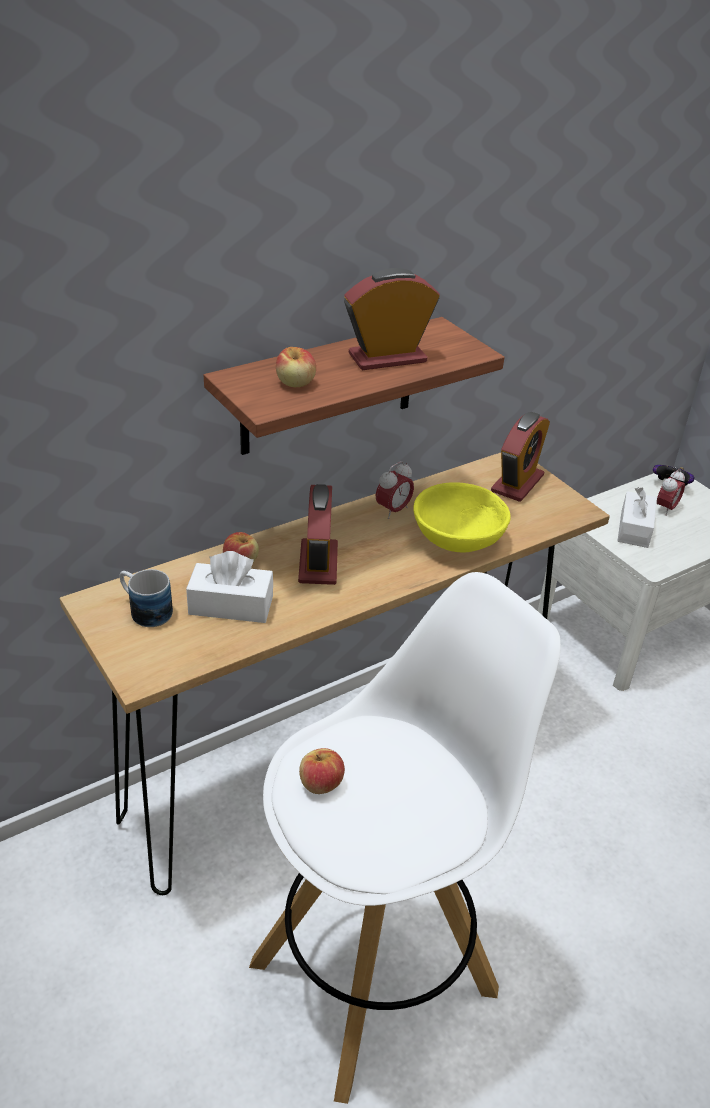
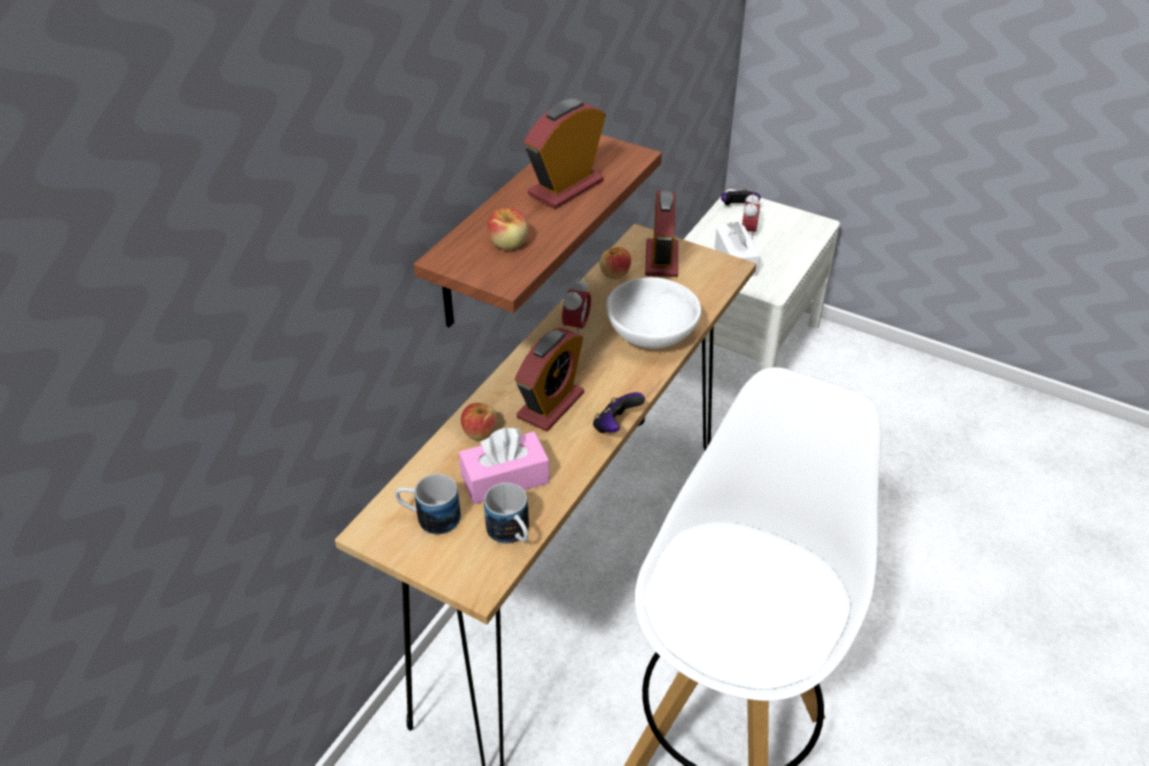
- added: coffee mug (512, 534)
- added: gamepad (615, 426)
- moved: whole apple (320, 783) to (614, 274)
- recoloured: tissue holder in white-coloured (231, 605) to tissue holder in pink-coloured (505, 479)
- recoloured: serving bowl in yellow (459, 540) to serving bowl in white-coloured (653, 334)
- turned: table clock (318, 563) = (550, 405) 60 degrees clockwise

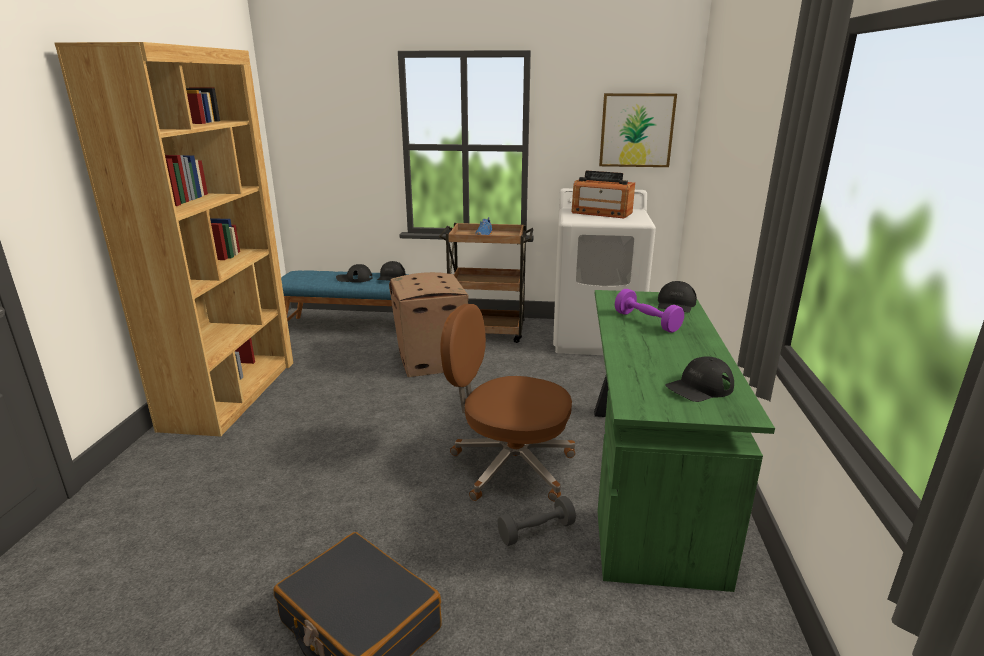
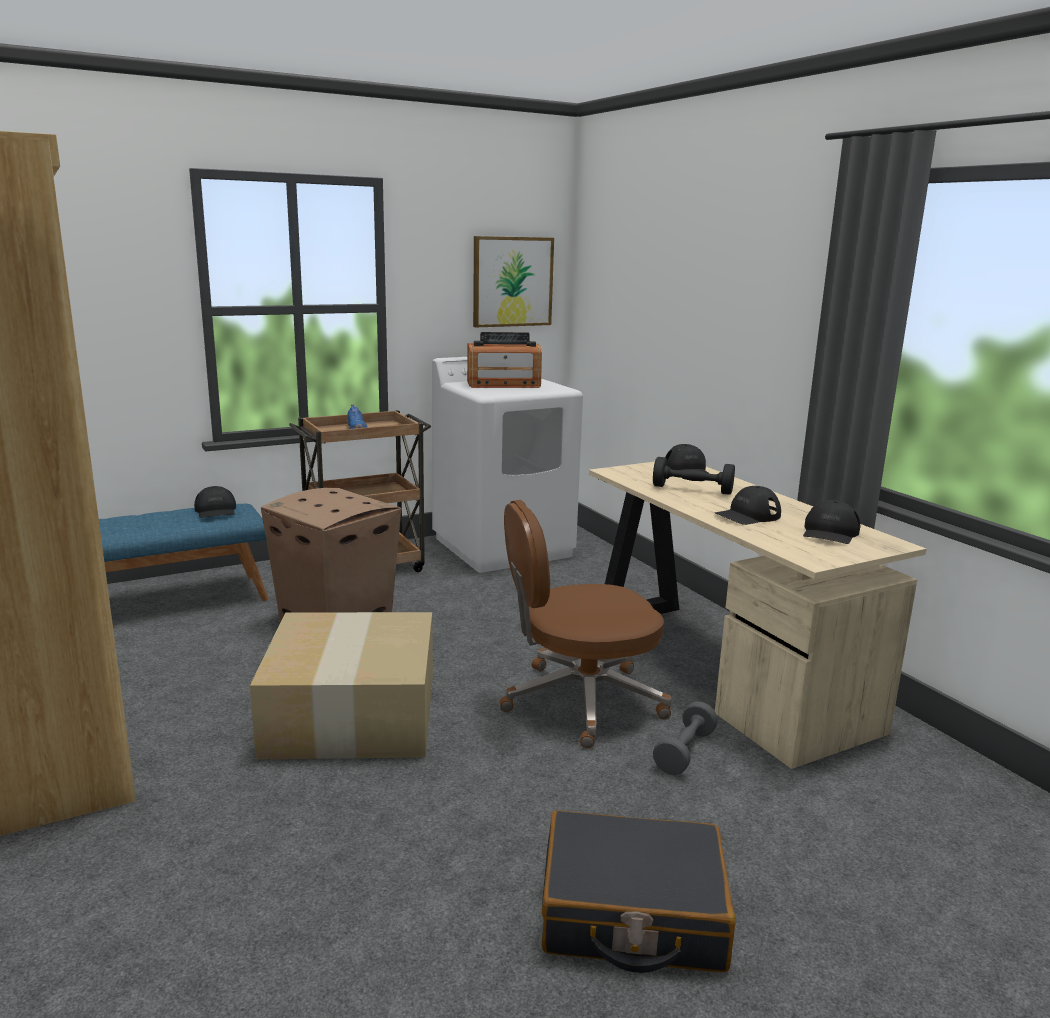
- added: cardboard box (349, 712)
- moved: peaked cap in black-coloured (354, 278) to (747, 515)
- recoloured: desk table in green (647, 478) to desk table in beige (720, 668)
- recoloured: dumbbell in purplish (647, 322) to dumbbell in black-coloured (692, 489)

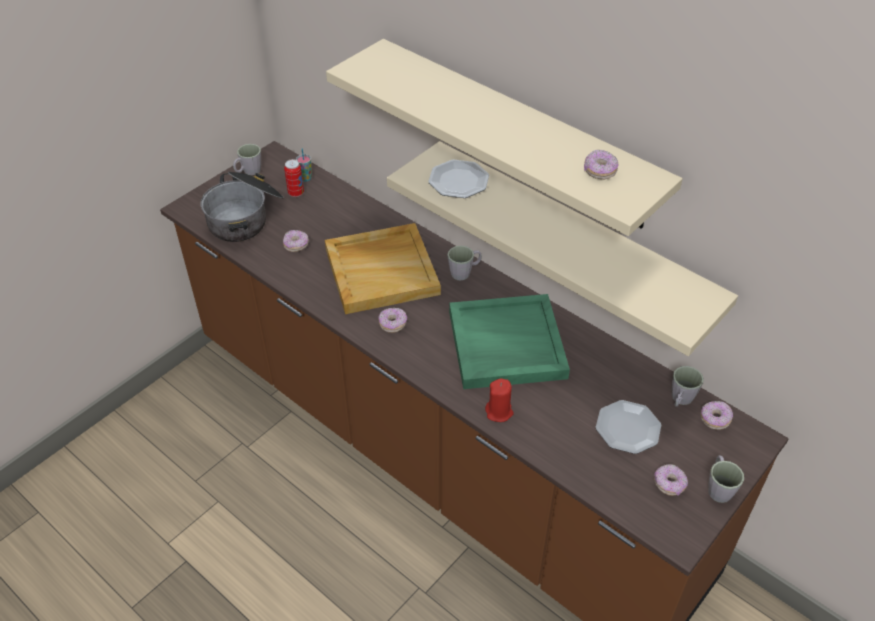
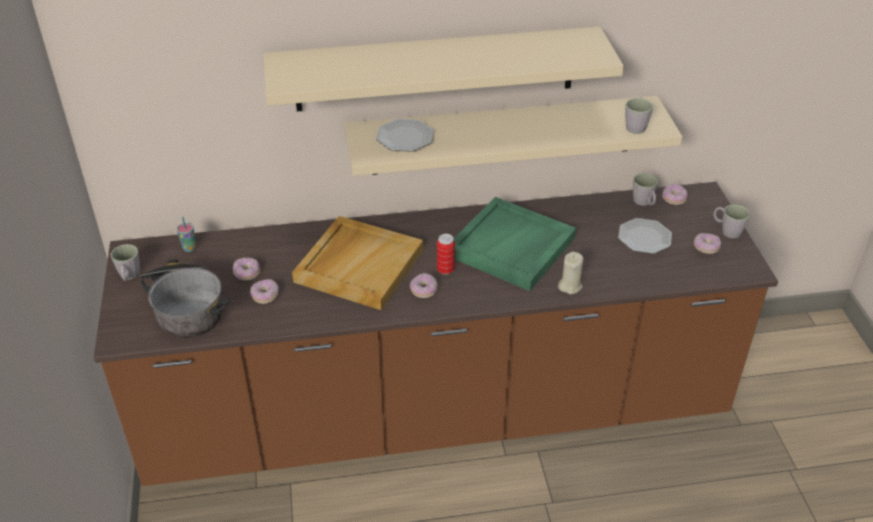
- moved: can (296, 193) to (445, 270)
- moved: coffee mug in gray (464, 272) to (636, 126)
- moved: ring doughnut (599, 171) to (247, 273)
- recoloured: wax candle in red-coloured (499, 412) to wax candle in beige (570, 286)

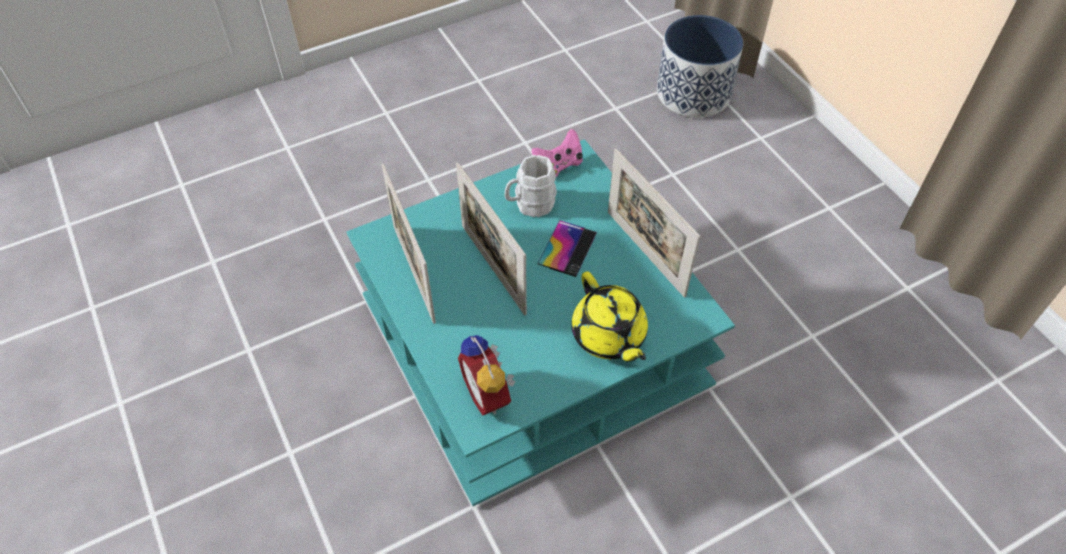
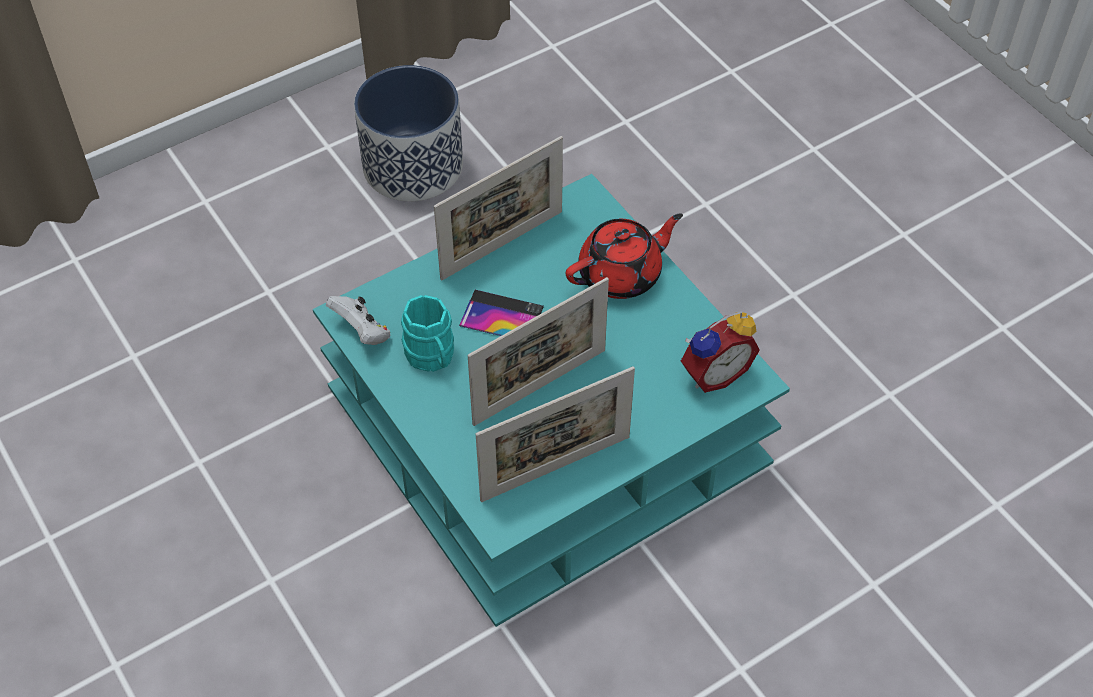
- moved: planter (694, 94) to (413, 166)
- recoloured: coffee mug in white-coloured (530, 204) to coffee mug in blue-green (432, 358)
- recoloured: gamepad in pink-coloured (559, 165) to gamepad in white-coloured (362, 332)
- recoloured: pot for tea in yellow (609, 336) to pot for tea in red-coloured (621, 274)

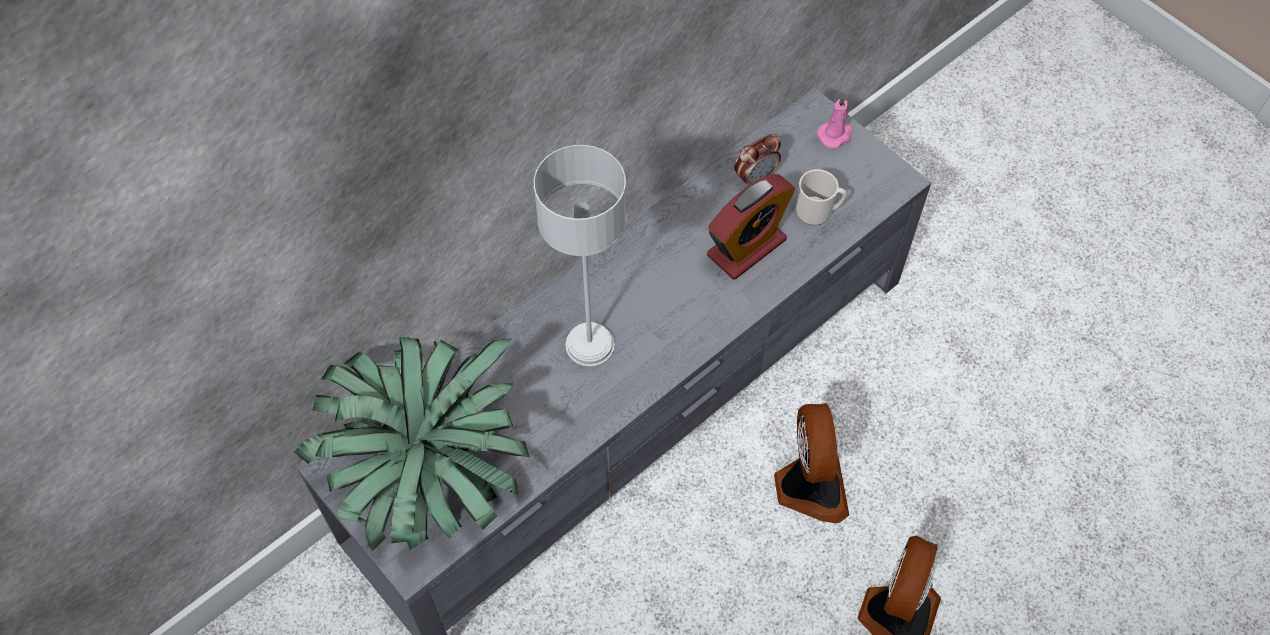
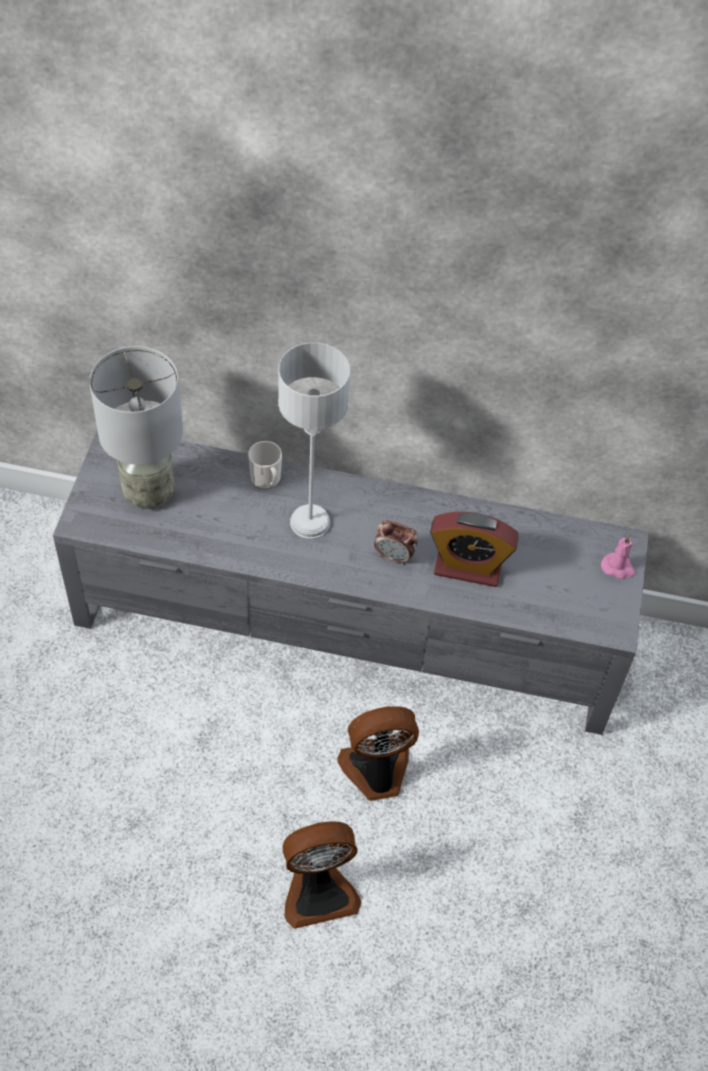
- moved: table clock (755, 177) to (394, 556)
- moved: coffee mug (817, 212) to (267, 480)
- replaced: potted plant (430, 471) to lamp for a table in gray (148, 493)
- turned: electric fan (809, 486) = (376, 772) 150 degrees counterclockwise

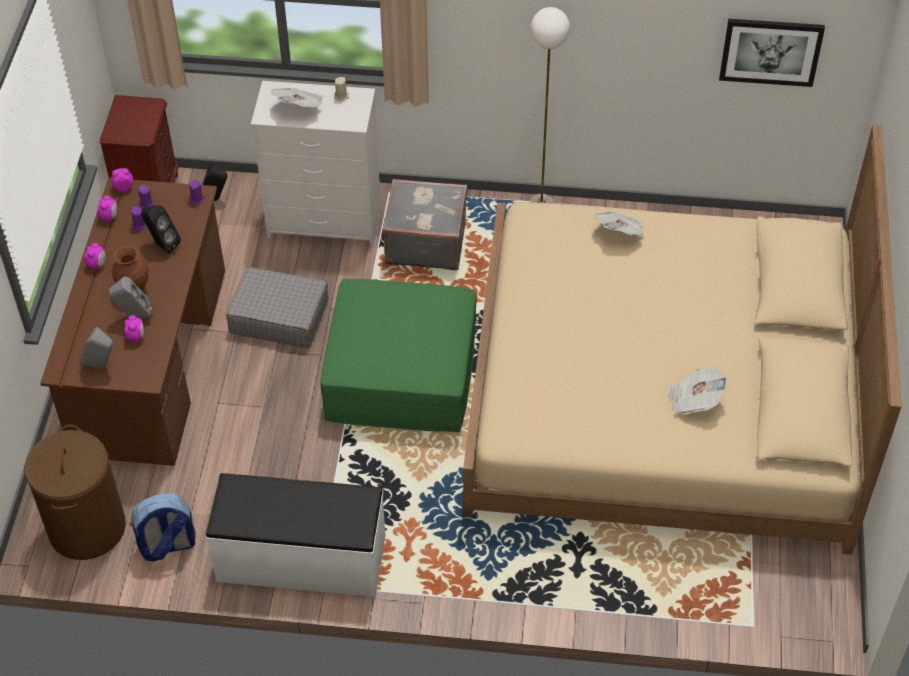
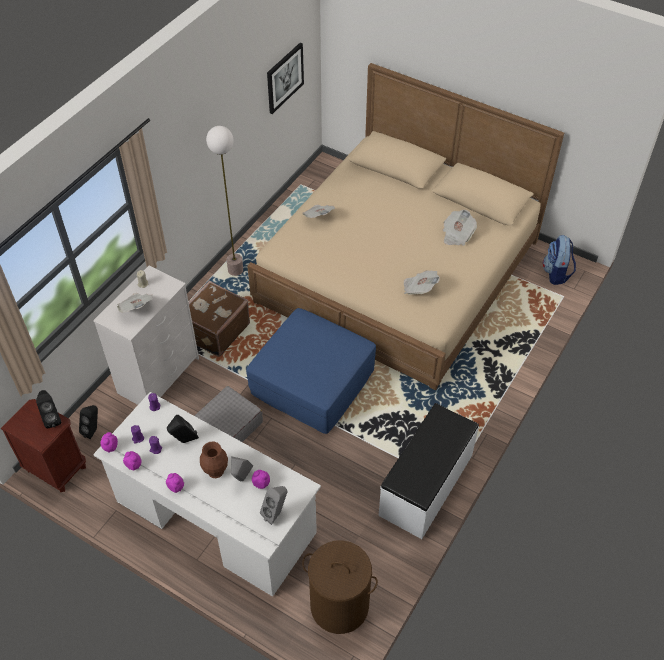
- added: audio speaker in black-coloured (52, 418)
- added: printed paper (419, 288)
- moved: knapsack (167, 546) to (556, 273)
- recoloured: desk table in brown-coloured (151, 361) to desk table in white-coloured (215, 518)
- recoloured: footrest in green (402, 374) to footrest in bluish (312, 381)
- recoloured: travel case in gray (425, 242) to travel case in brown-coloured (214, 331)

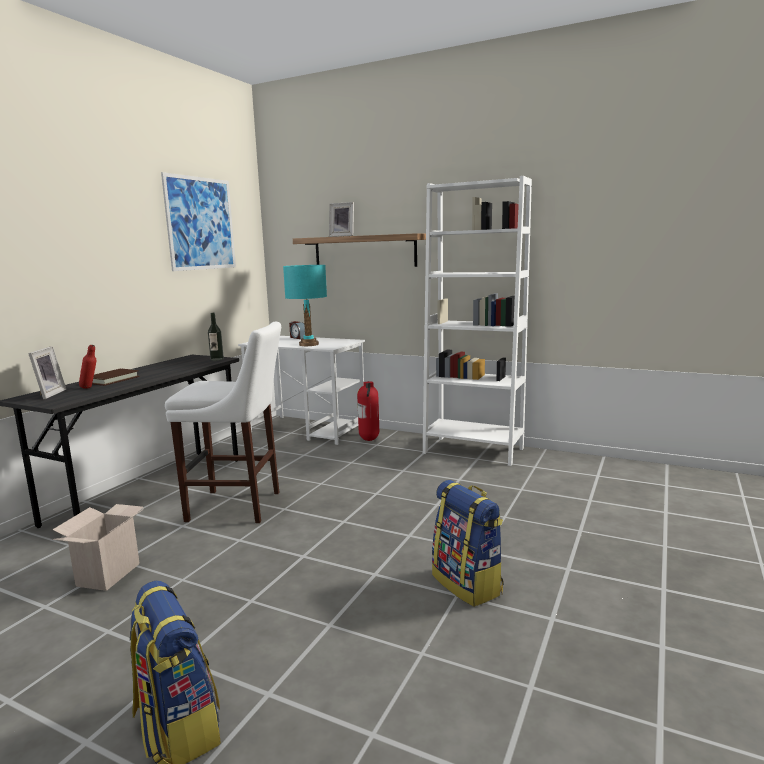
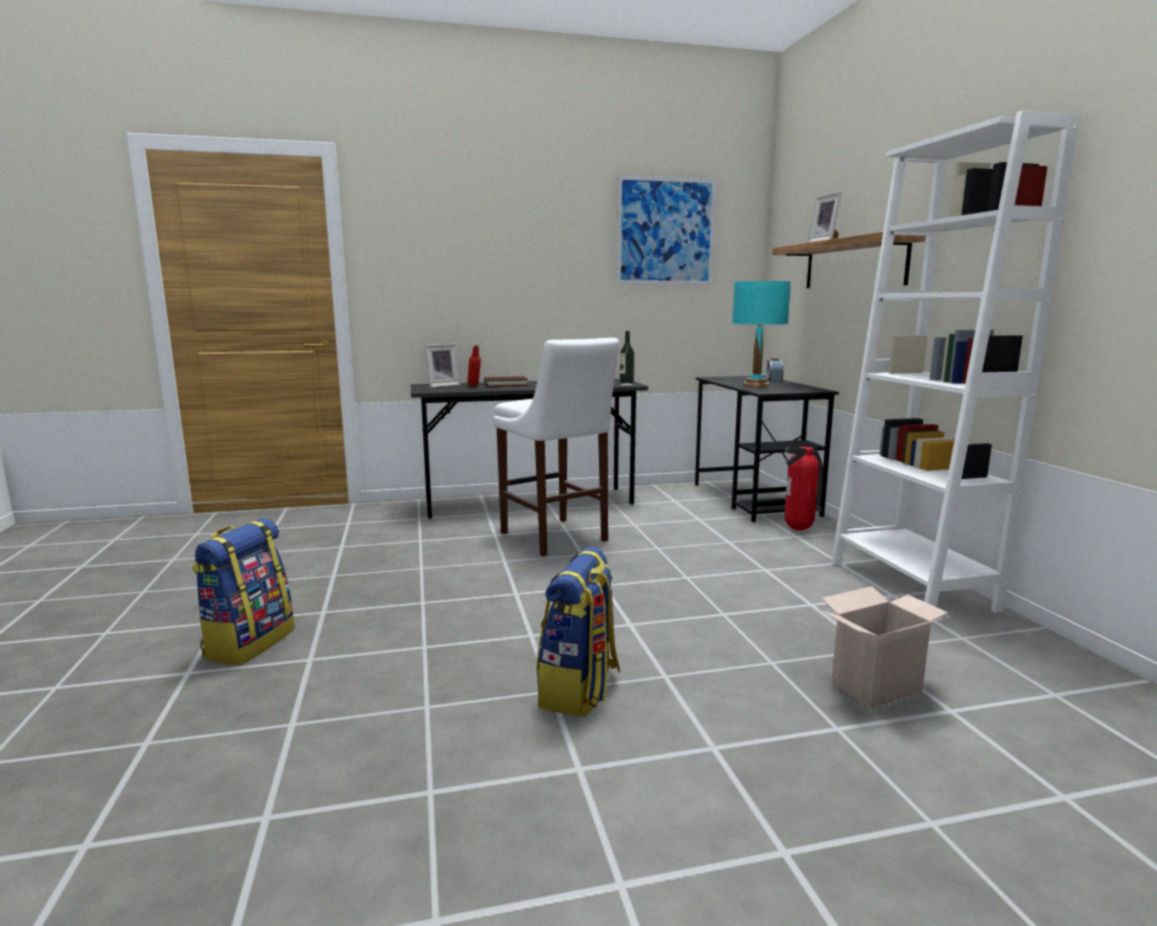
- moved: cardboard box (108, 573) to (876, 686)
- recoloured: desk table in white-coloured (308, 430) to desk table in black-coloured (755, 499)

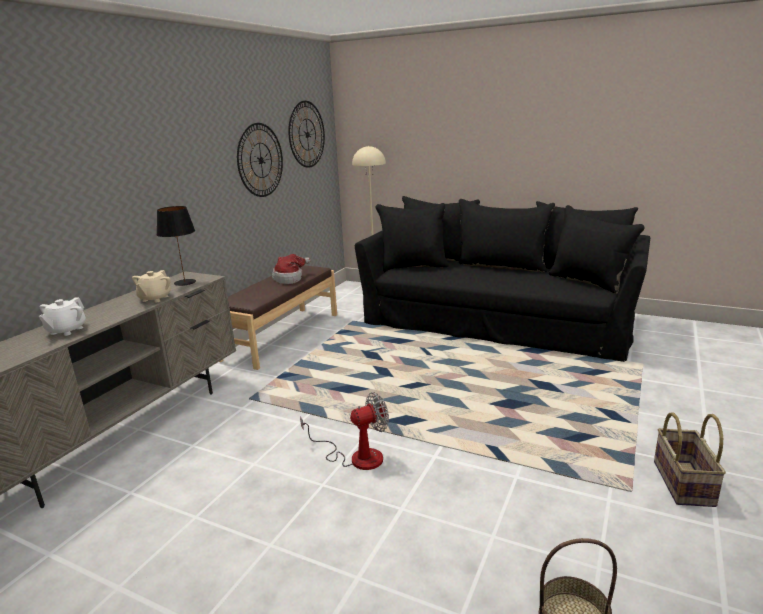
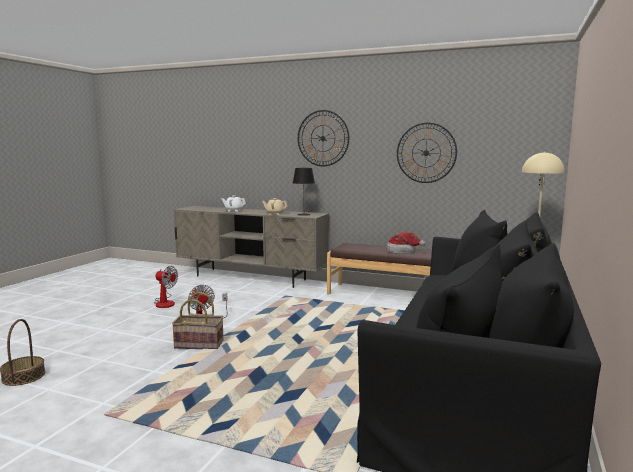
- added: electric fan (165, 302)
- moved: wall clock (307, 134) to (323, 138)
- moved: basket (681, 483) to (199, 344)

